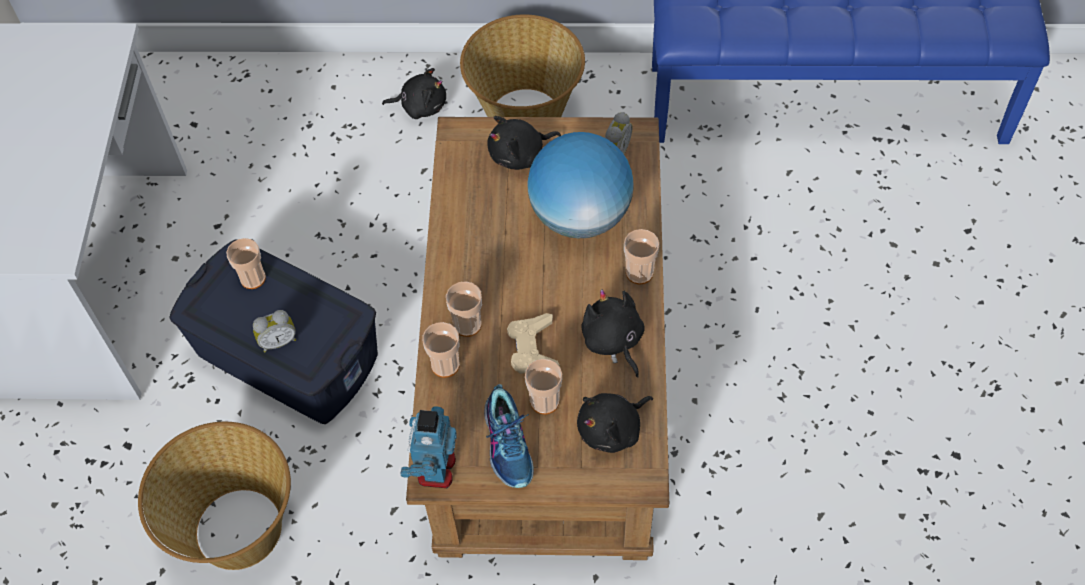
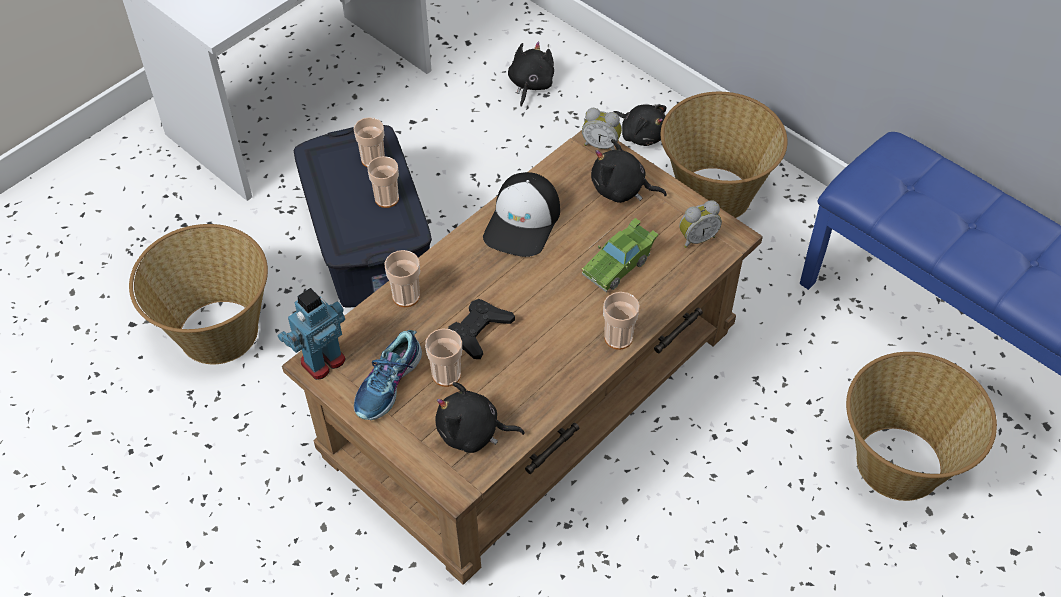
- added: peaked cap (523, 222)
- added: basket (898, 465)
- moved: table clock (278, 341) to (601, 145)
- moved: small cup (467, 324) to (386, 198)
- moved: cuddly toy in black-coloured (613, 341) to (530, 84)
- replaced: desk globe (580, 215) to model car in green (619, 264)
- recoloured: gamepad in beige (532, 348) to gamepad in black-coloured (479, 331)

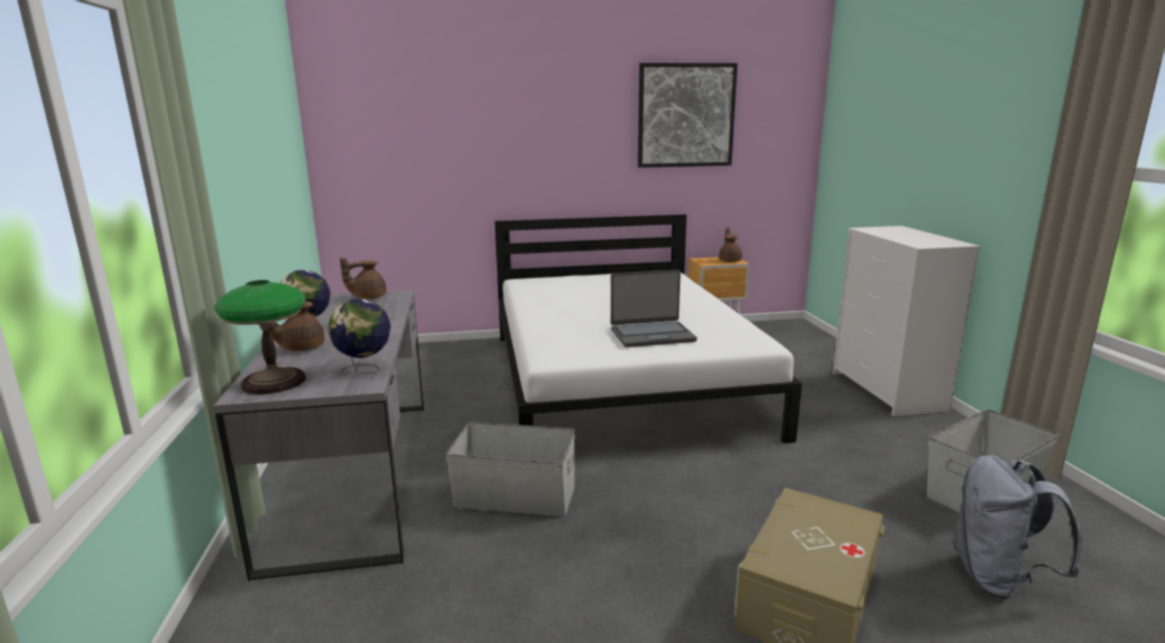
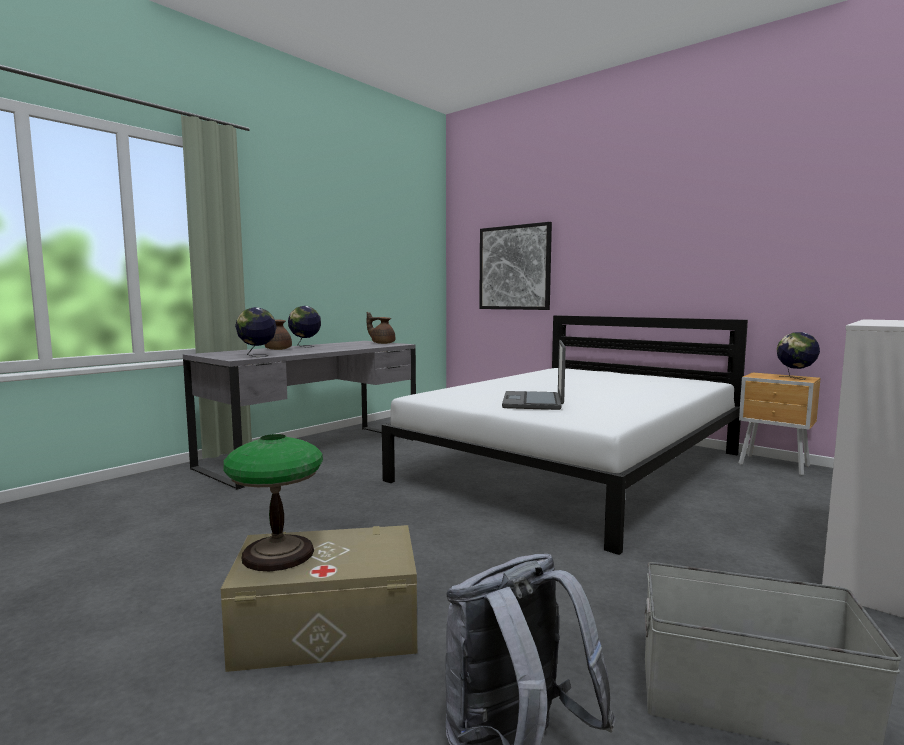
- removed: storage container in gray (515, 496)
- moved: lamp for a table (274, 382) to (279, 554)
- moved: wall art (686, 115) to (514, 267)
- replaced: pot for tea in brown-coloured (730, 261) to desk globe (795, 378)
- turned: notebook computer (652, 335) = (533, 402) 60 degrees clockwise

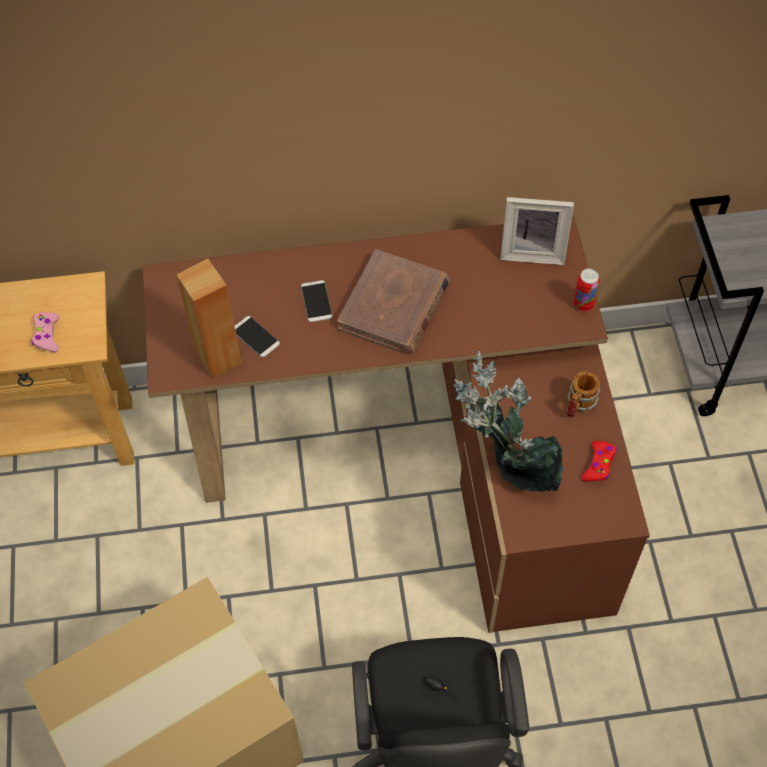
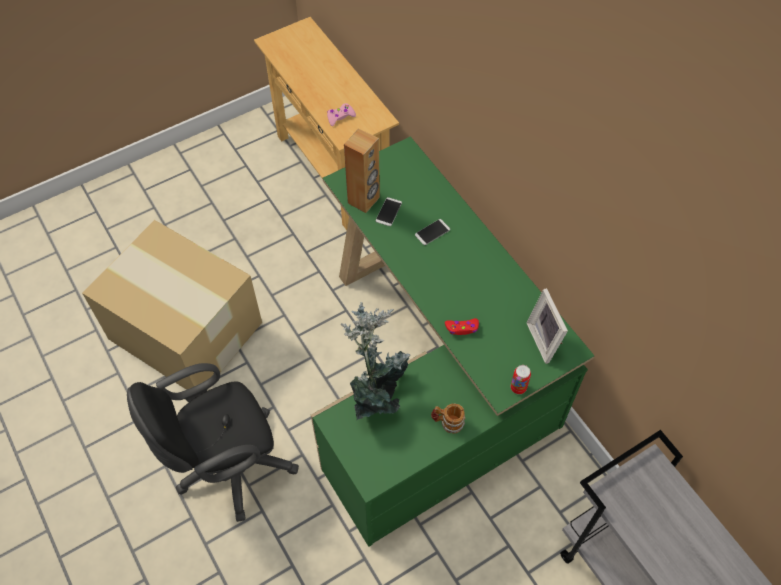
- removed: volume in brown-coloured (394, 306)
- moved: gamepad in red-coloured (598, 464) to (462, 328)
- recoloured: desk table in brown-coloured (419, 455) to desk table in green (430, 379)

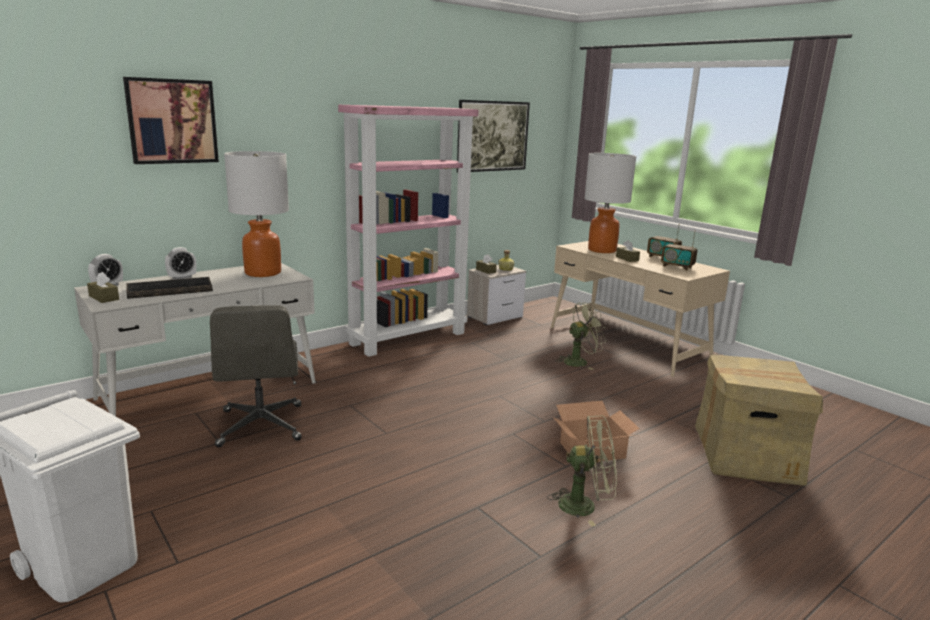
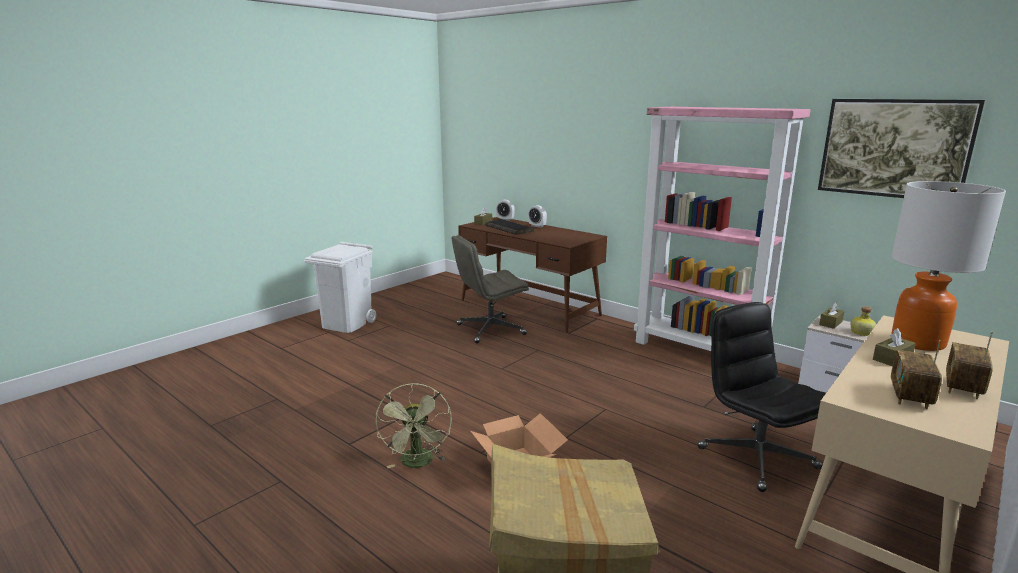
- removed: wall art (172, 121)
- removed: lamp for a table (262, 273)
- replaced: electric fan in green (580, 361) to office chair in black-coloured (756, 457)
- recoloured: desk table in white-coloured (210, 390) to desk table in brown-coloured (529, 307)

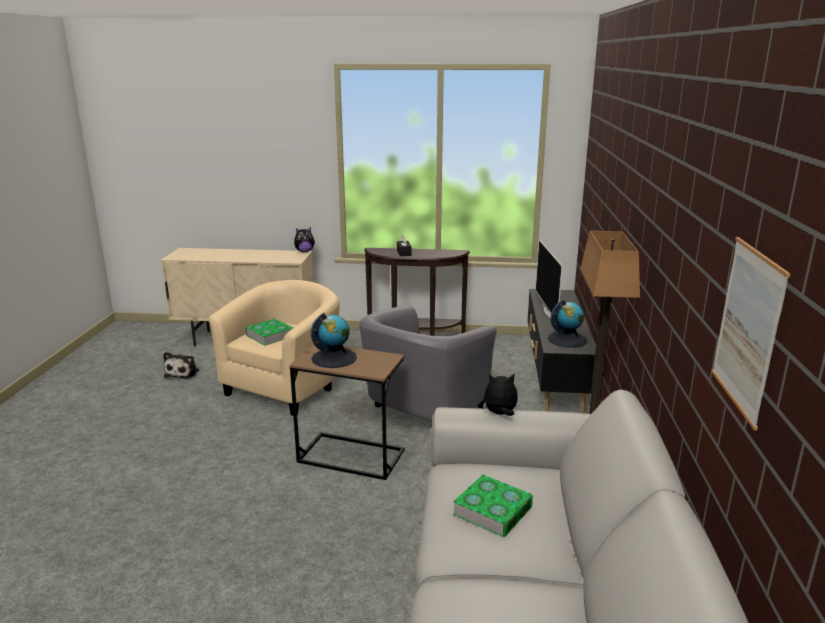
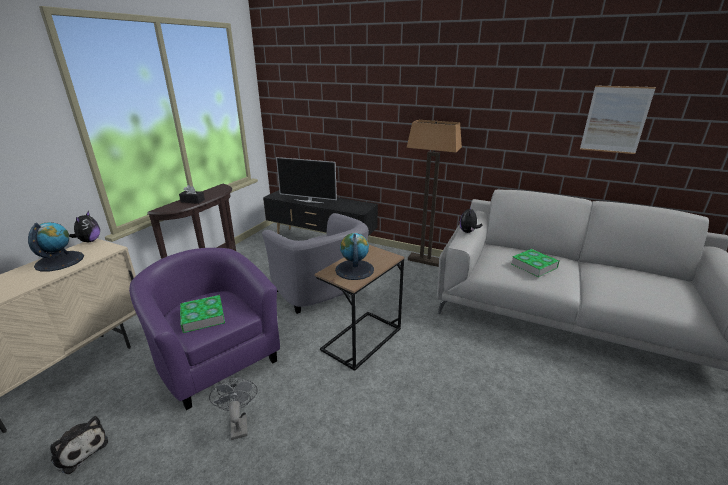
- added: electric fan in gray (238, 423)
- moved: desk globe (567, 339) to (59, 261)
- recoloured: armchair in beige (286, 387) to armchair in purplish (216, 359)

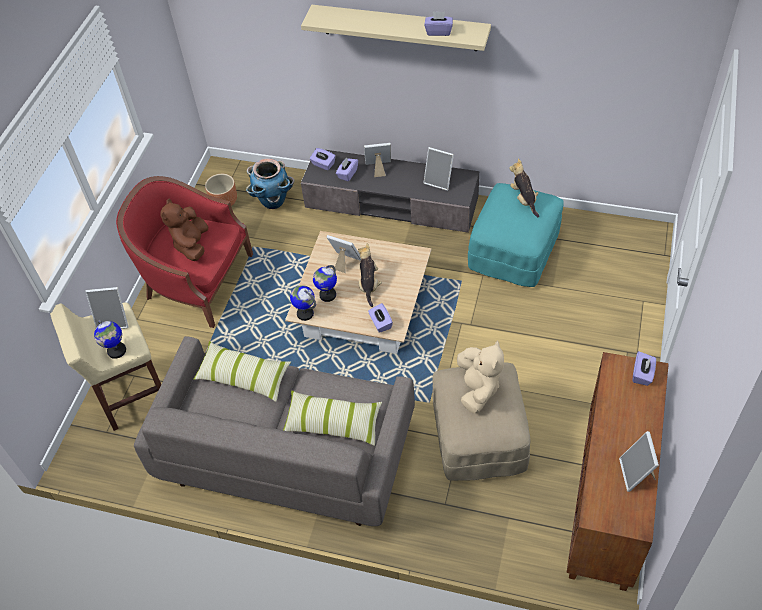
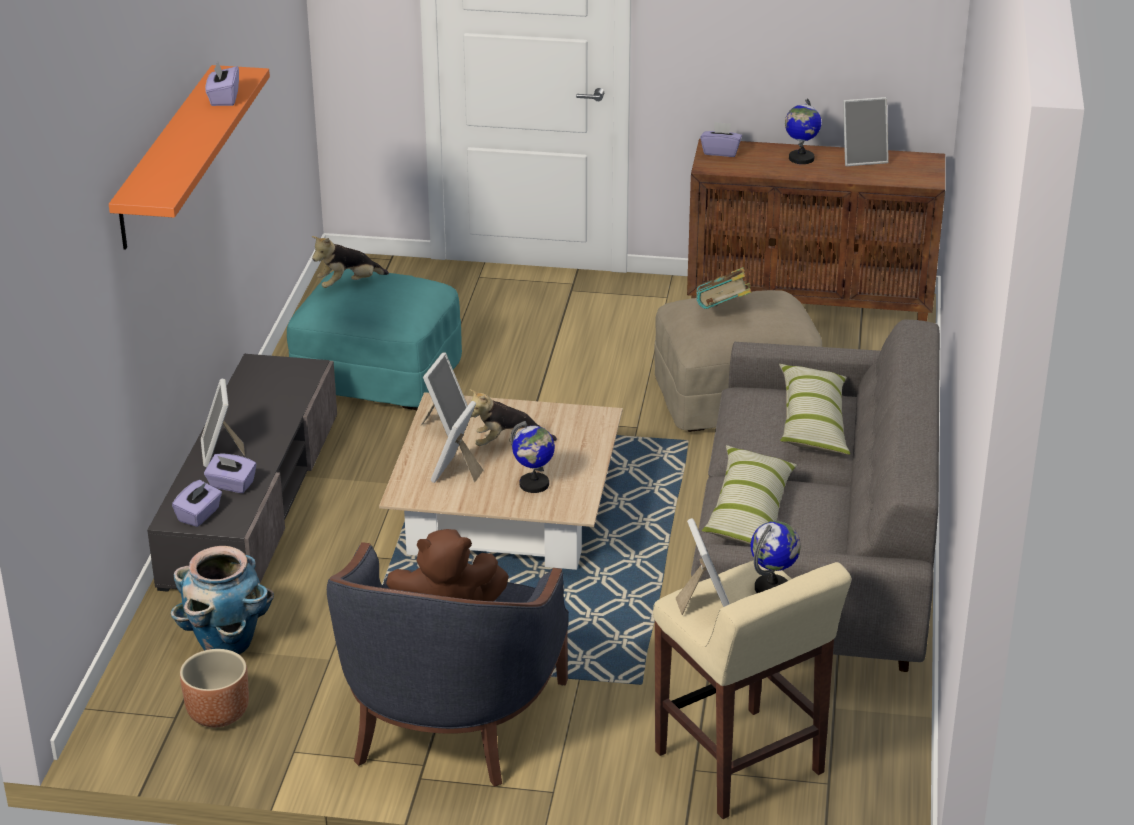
- removed: tissue holder in purplish (380, 323)
- moved: desk globe (305, 313) to (801, 158)
- moved: picture frame (439, 181) to (445, 424)
- replaced: cuddly toy in beige (478, 388) to volume (723, 312)
- recoloured: armchair in red-coloured (197, 281) to armchair in bluish (448, 720)
- recoloured: shelf in beige (400, 28) to shelf in orange (166, 157)

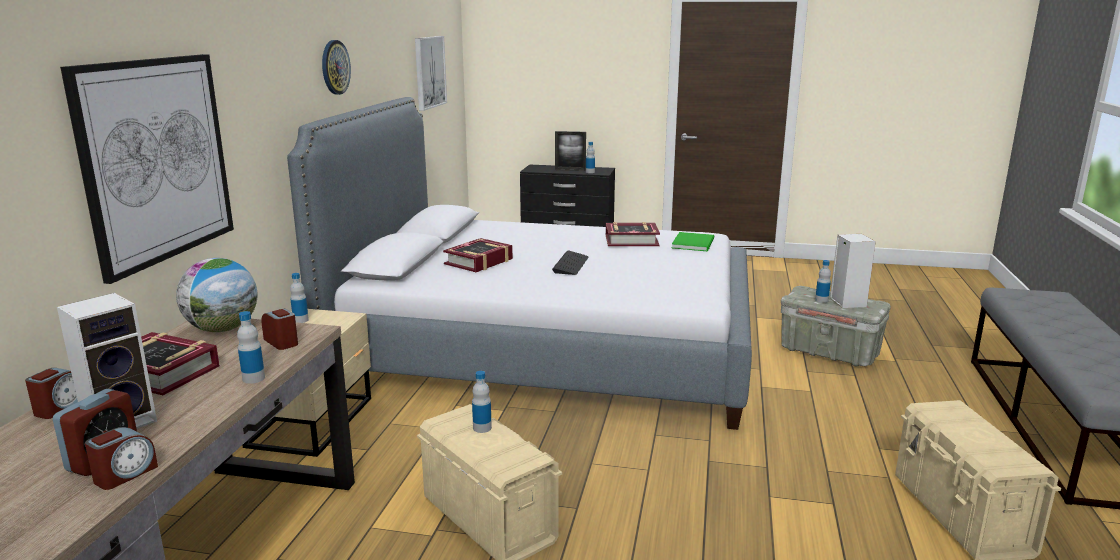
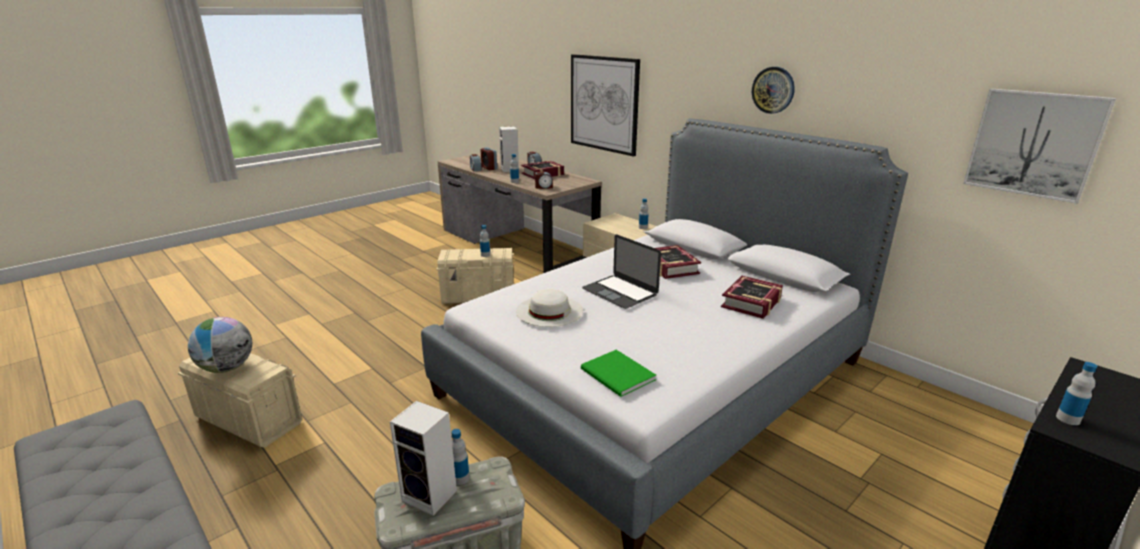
- removed: picture frame (570, 170)
- added: hat in white-coloured (549, 311)
- moved: desk globe (223, 329) to (227, 368)
- moved: volume (631, 240) to (752, 303)
- replaced: keyboard (570, 264) to notebook computer (620, 291)

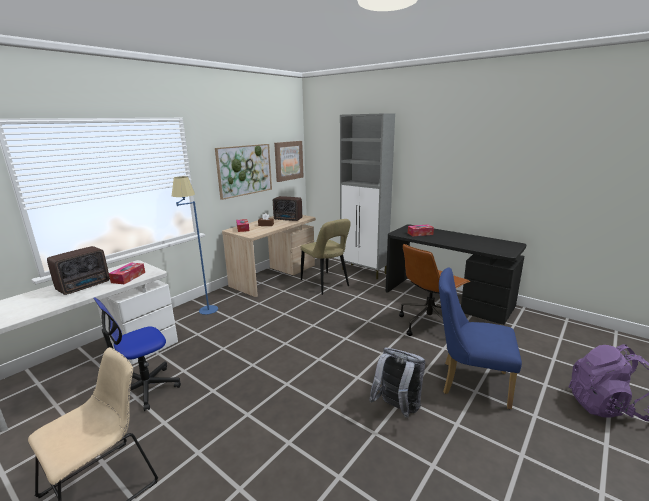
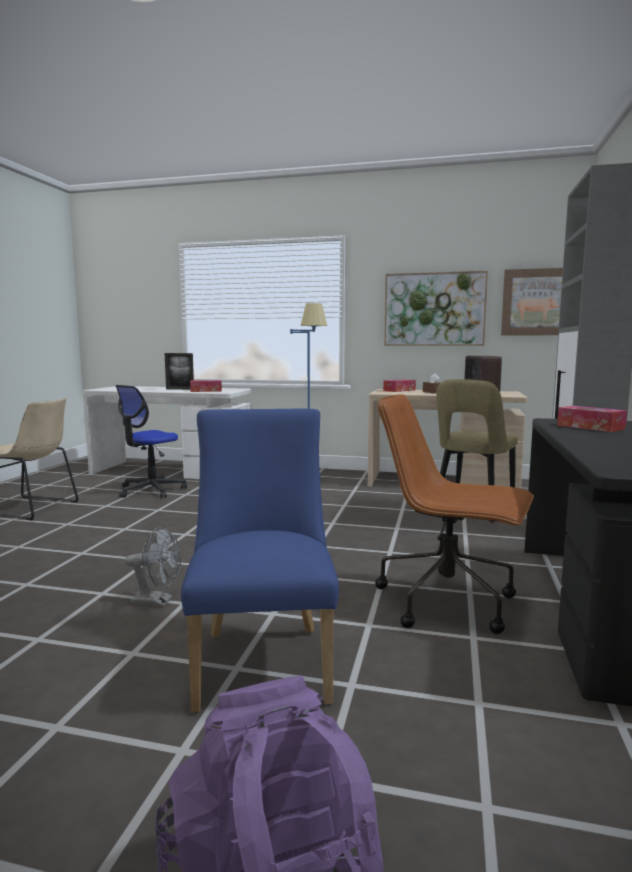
- replaced: radio set (85, 286) to picture frame (180, 389)
- replaced: knapsack in gray (397, 408) to electric fan in gray (157, 601)
- turned: office chair (145, 388) = (151, 490) 75 degrees counterclockwise

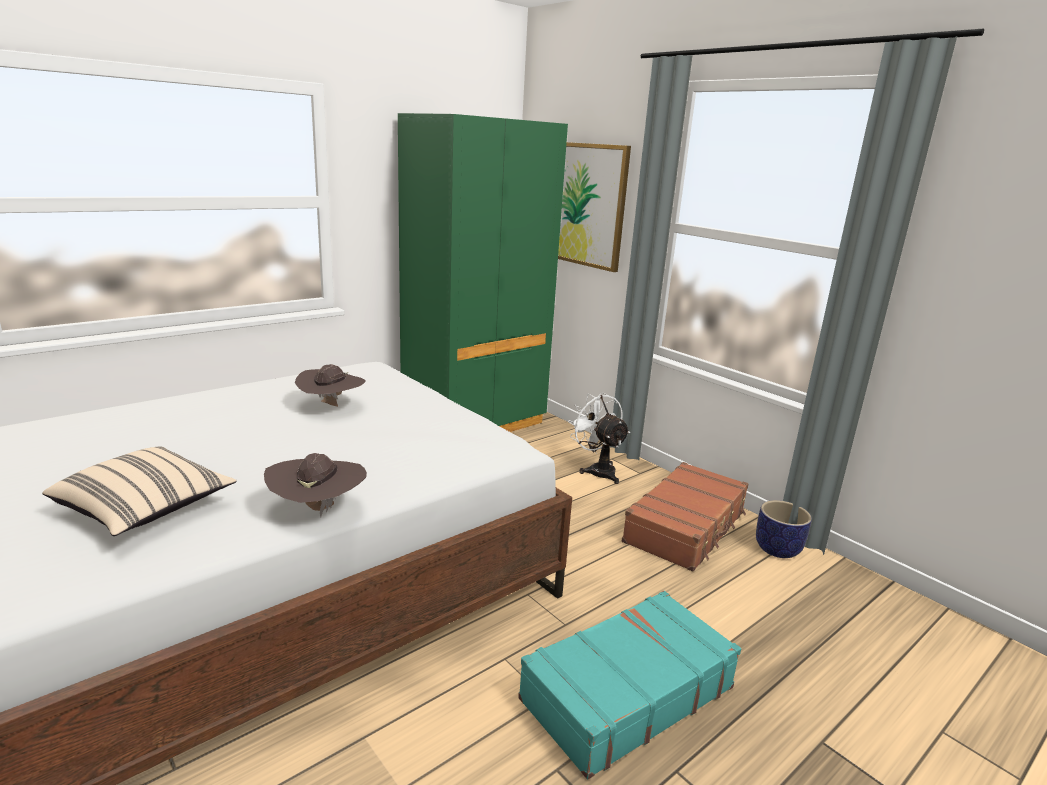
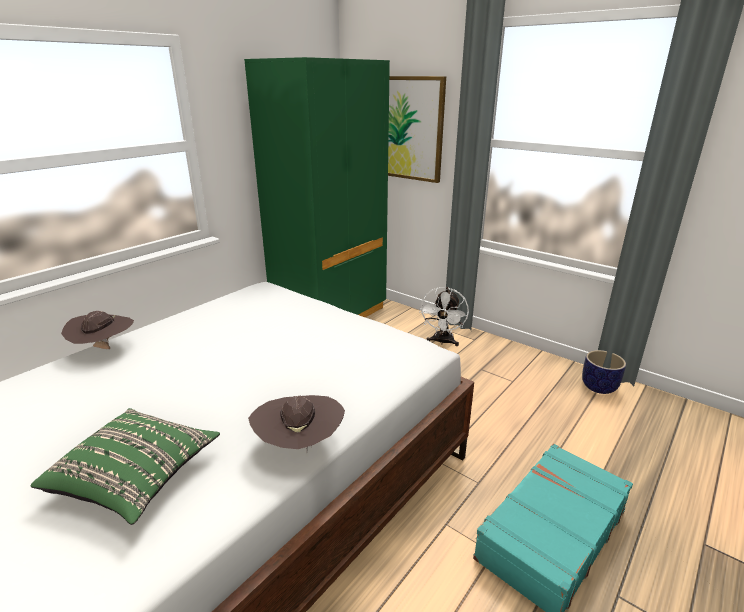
- removed: travel case in brown-coloured (686, 527)
- moved: hat in brown-coloured (331, 407) to (104, 349)
- recoloured: pillow in beige (145, 510) to pillow in green (136, 477)
- turned: electric fan in white-coloured (597, 470) = (442, 342) 120 degrees counterclockwise

